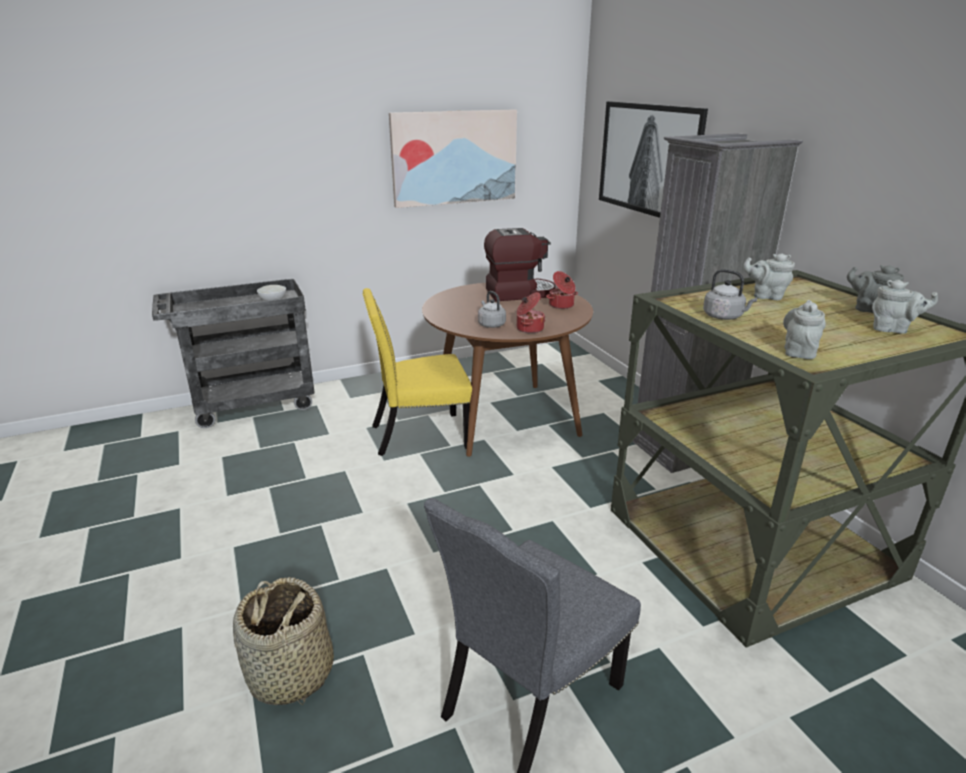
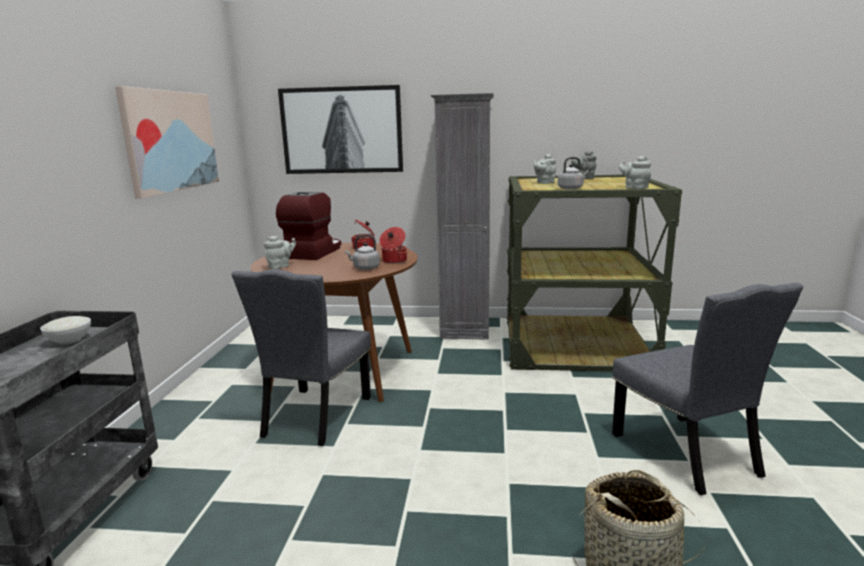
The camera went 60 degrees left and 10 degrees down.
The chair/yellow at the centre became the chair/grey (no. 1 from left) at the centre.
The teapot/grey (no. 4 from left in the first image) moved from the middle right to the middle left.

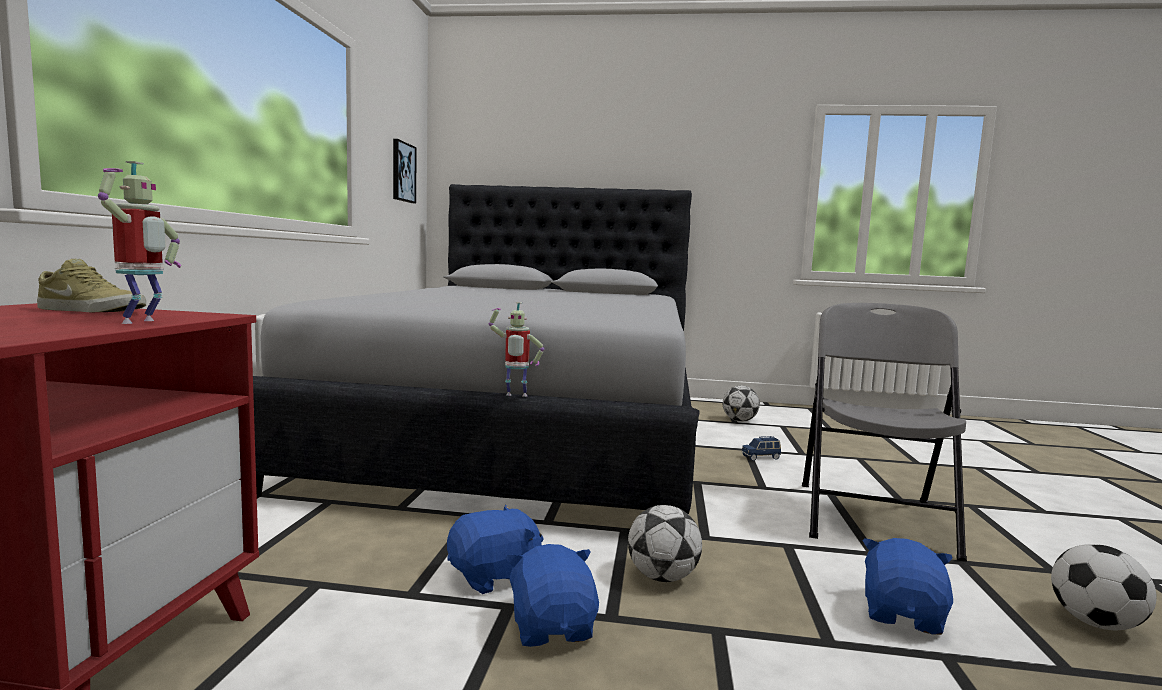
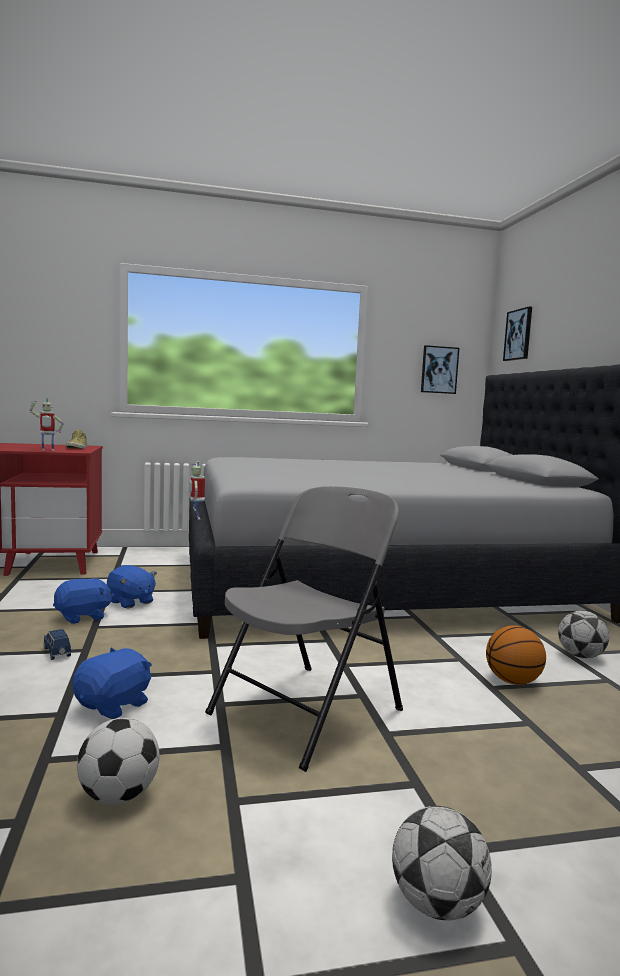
The camera went 70 degrees right and 0 degrees up.
The toy car/blue moved from the centre to the middle left.
The plush toy/blue (no. 3 from left in the first image) at the bottom right turned 60 degrees counterclockwise.
The chair/grey at the middle right turned 45 degrees counterclockwise.
The football (no. 1 from left in the first image) moved from the bottom centre to the bottom right.
The basketball at the bottom right appeared.
The picture (no. 2 from left) at the middle right appeared.

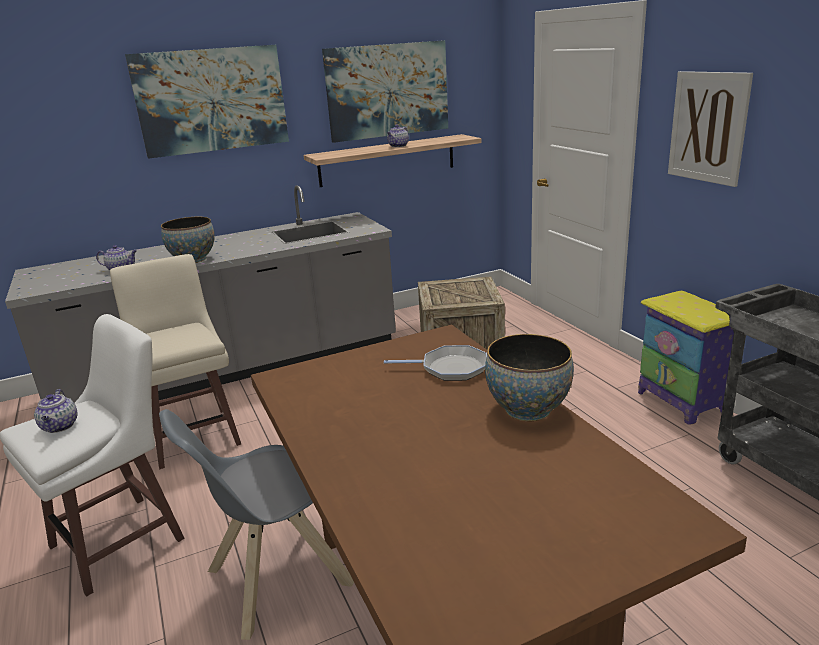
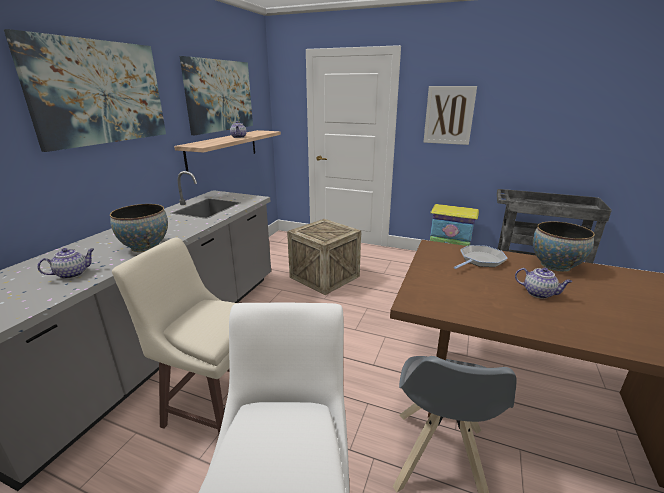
The camera went 45 degrees left and 0 degrees up.
The teapot (no. 1 from left in the first image) moved from the middle left to the middle right.

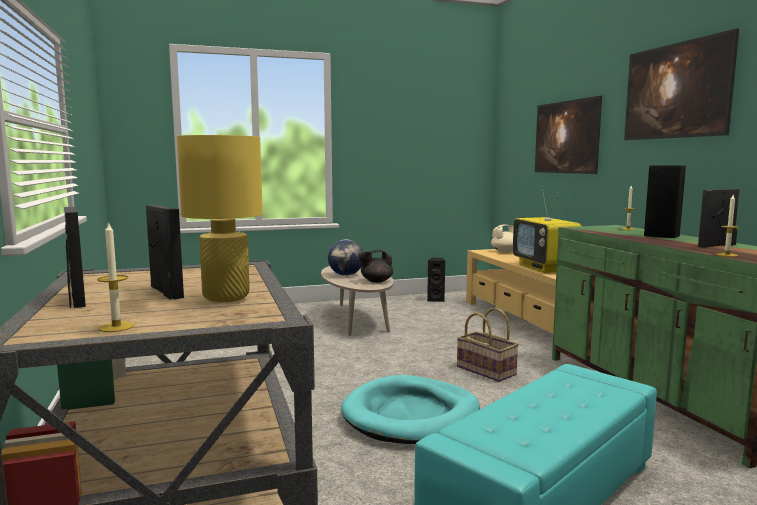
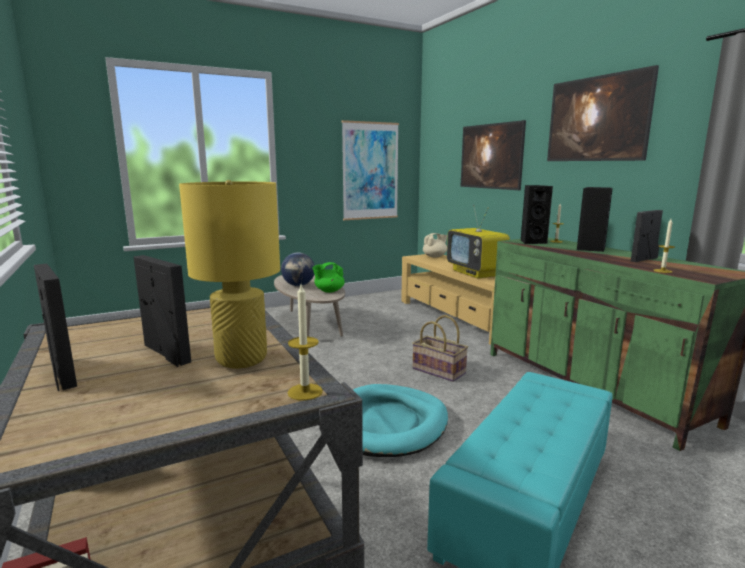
The camera went 10 degrees left and 5 degrees up.
The candle (no. 1 from left) moved from the middle left to the centre.
The teapot/black at the centre became the teapot/green at the centre.
The picture (no. 1 from left) at the top centre appeared.
The speaker/black (no. 1 from left) moved from the centre to the middle right.

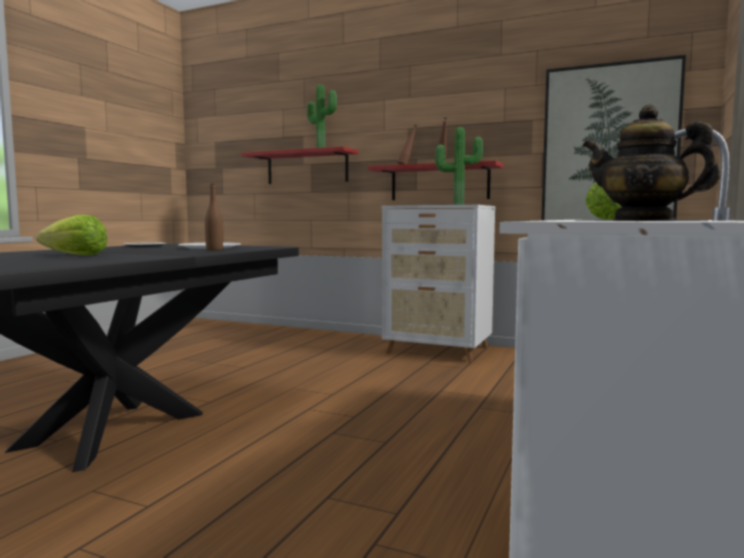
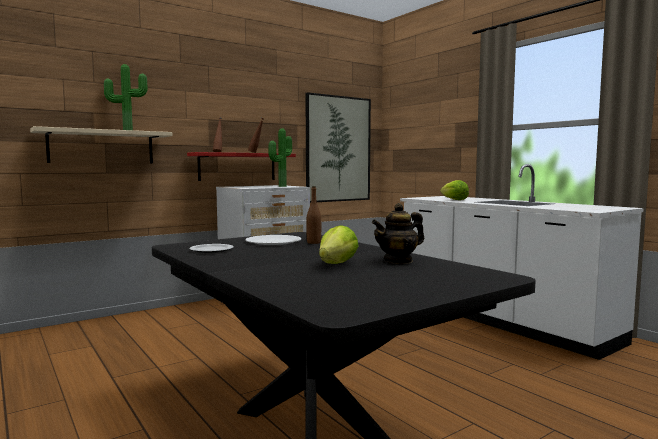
The camera went 60 degrees left and 0 degrees up.
The shelf/red (no. 1 from left) at the top centre became the shelf/beige at the top left.
The teapot moved from the top right to the centre.

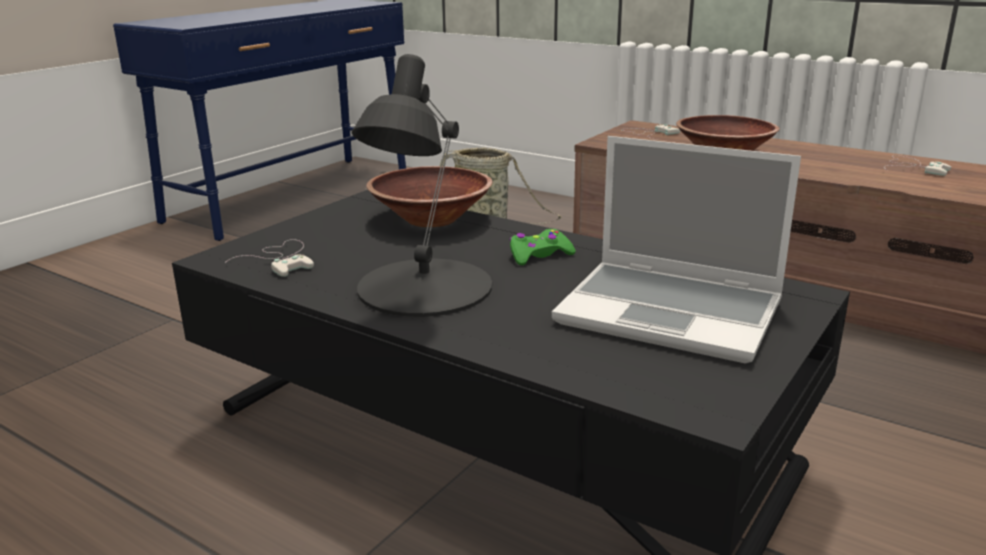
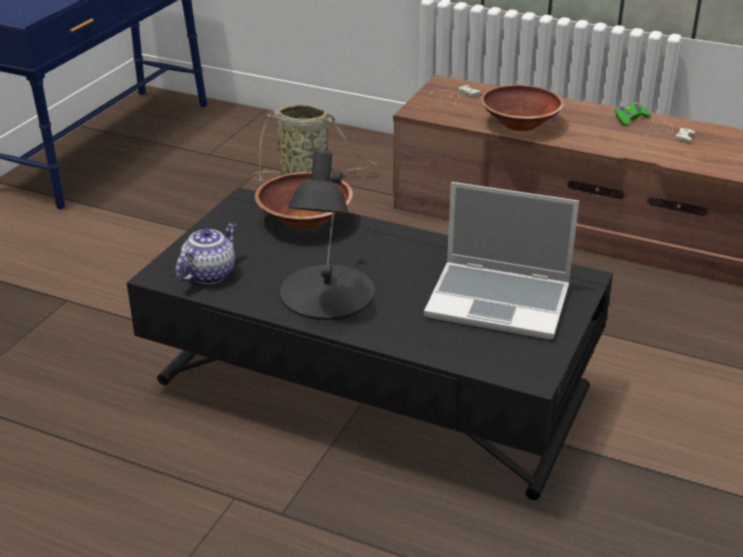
The camera went 10 degrees left and 10 degrees up.
The game controller/white (no. 1 from left) at the middle left was replaced by the teapot at the middle left.
The game controller/green moved from the centre to the top right.

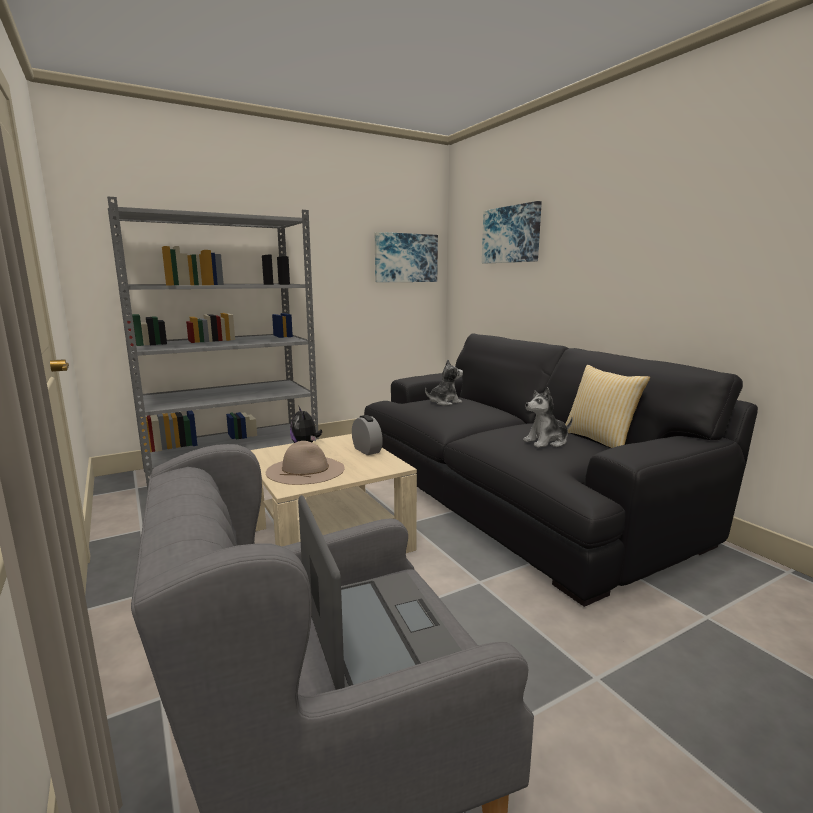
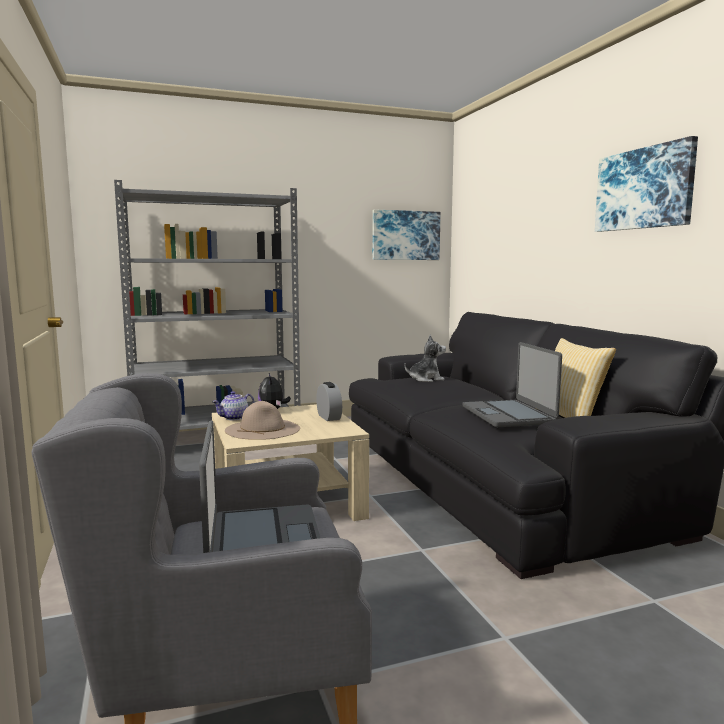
The camera went 10 degrees right and 5 degrees down.
The teapot at the middle left appeared.
The plush toy (no. 3 from left) at the middle right was replaced by the laptop (no. 2 from left) at the middle right.
The picture (no. 2 from left) moved from the top centre to the top right.

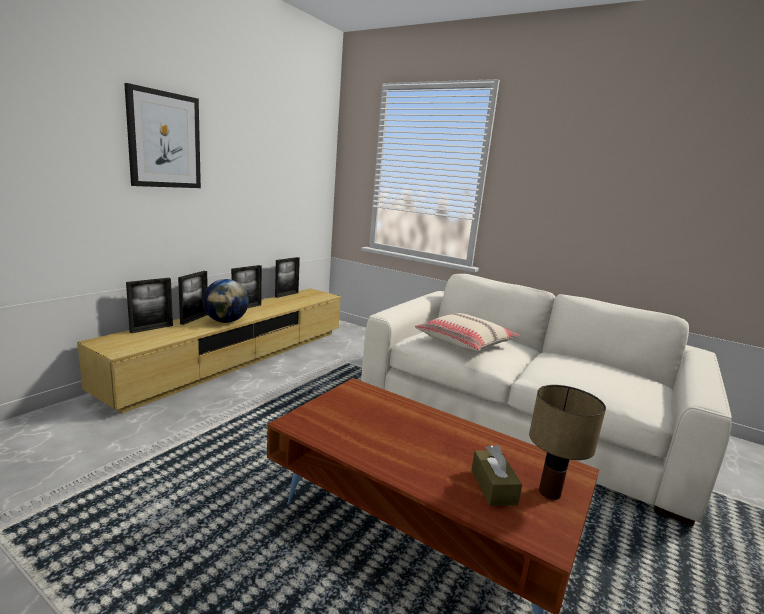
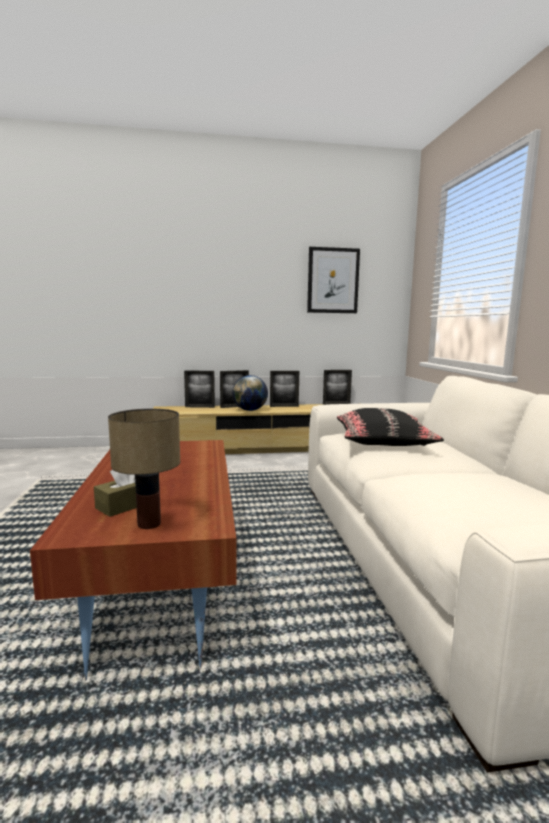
The camera went 50 degrees right and 5 degrees down.
The picture moved from the top left to the centre.
The pillow/beige at the centre became the pillow/black at the middle right.

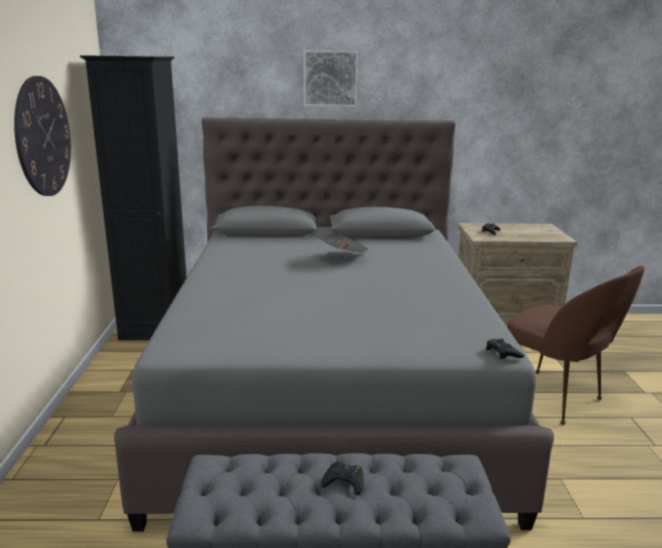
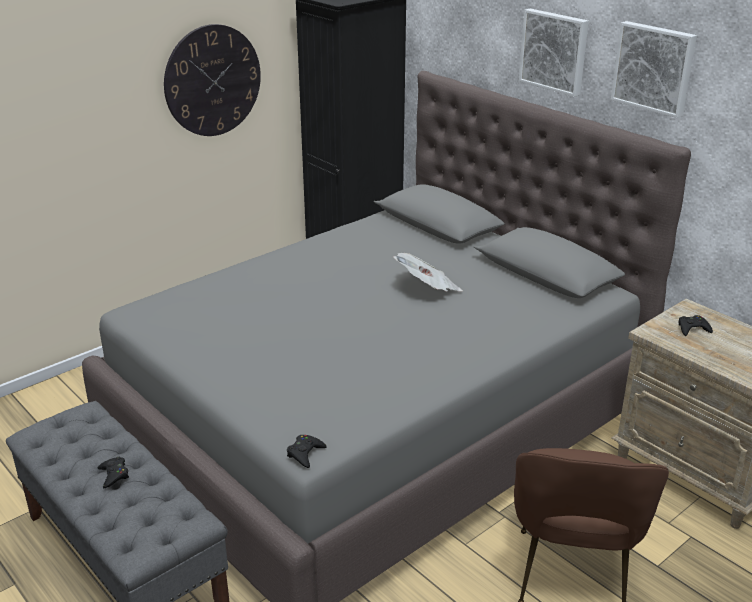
The camera went 50 degrees right and 10 degrees up.
The picture (no. 2 from left) at the top right appeared.

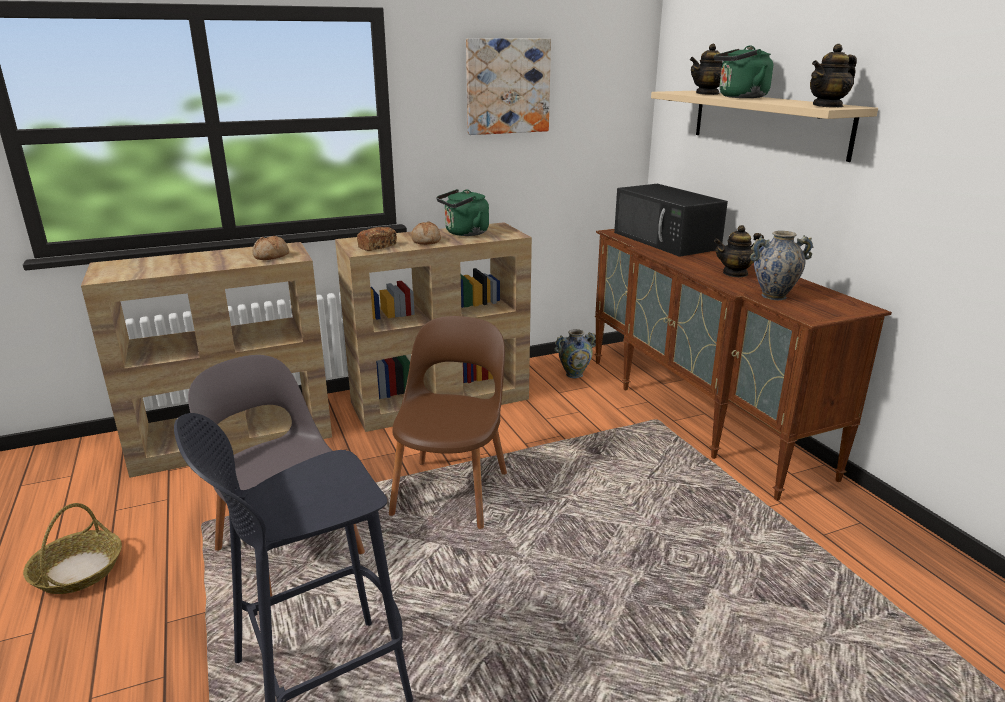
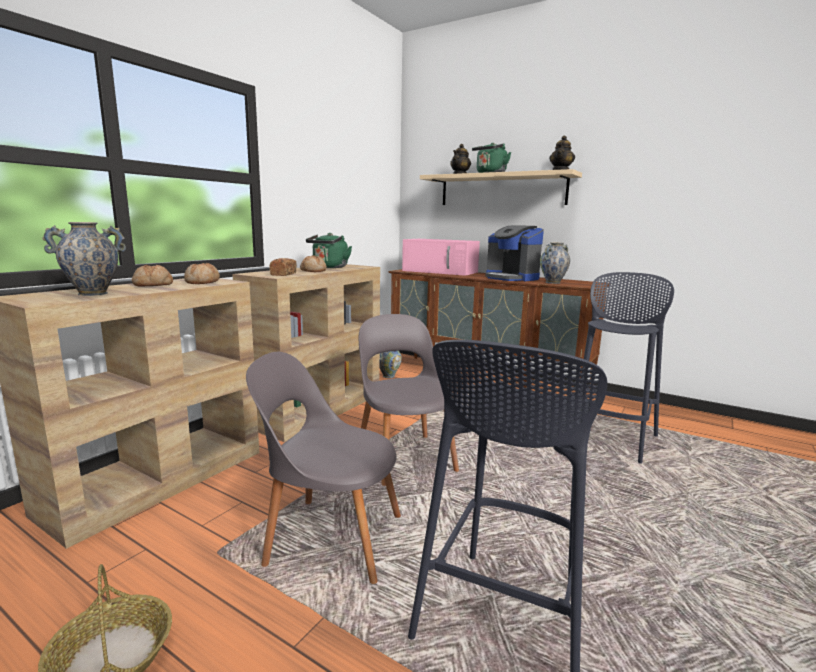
The camera went 35 degrees left and 10 degrees down.
The vase (no. 1 from left) at the middle left appeared.
The bread (no. 1 from left) at the middle left appeared.
The chair/brown at the centre became the chair/grey (no. 2 from left) at the centre.
The microwave/black at the top right became the microwave/pink at the centre.
The teapot (no. 2 from left) at the middle right was replaced by the coffee machine at the centre.
The stool/grey (no. 2 from left) at the middle right appeared.
The picture at the top centre disappeared.

